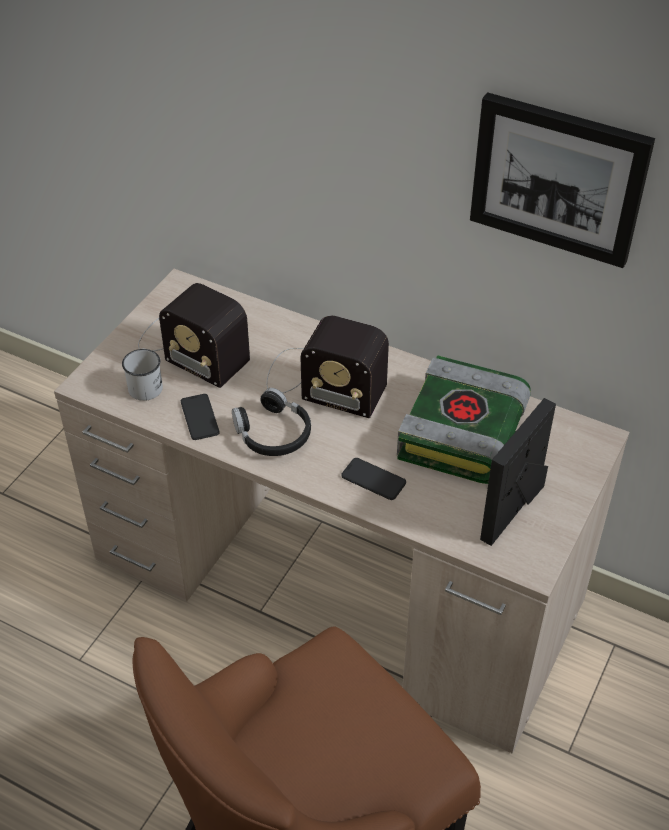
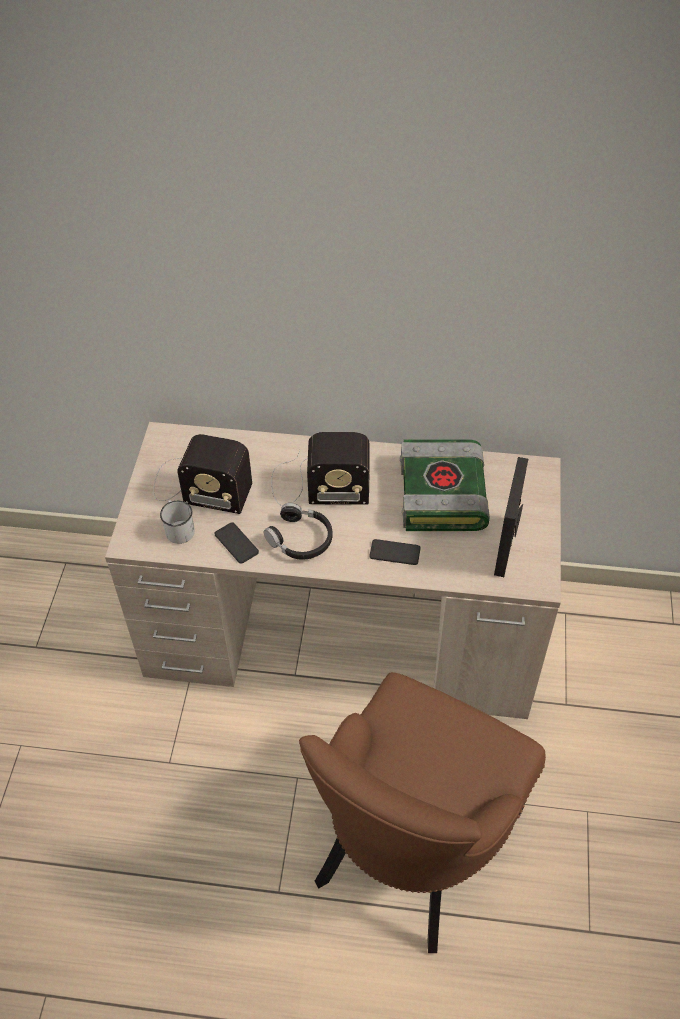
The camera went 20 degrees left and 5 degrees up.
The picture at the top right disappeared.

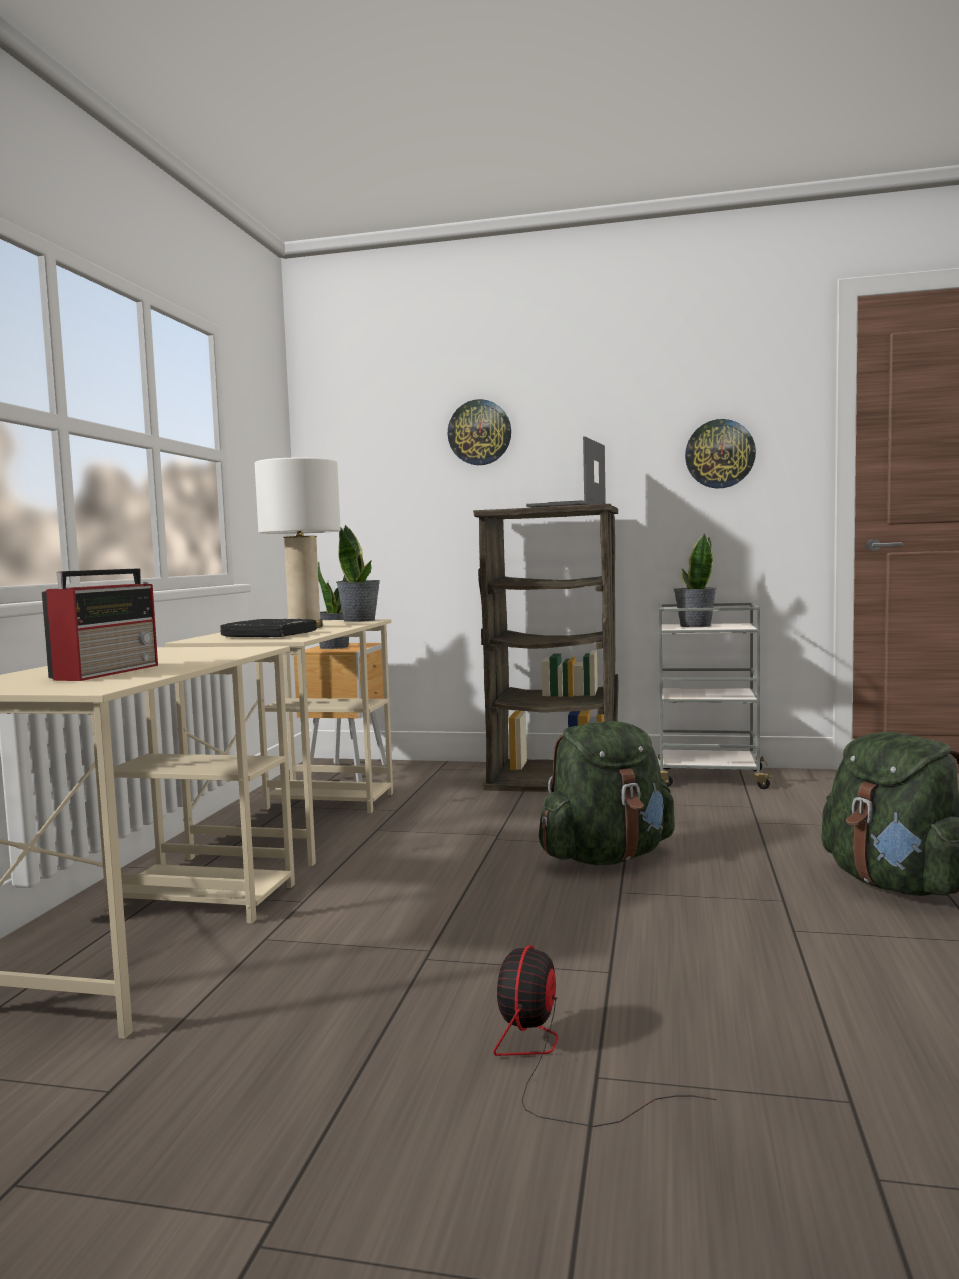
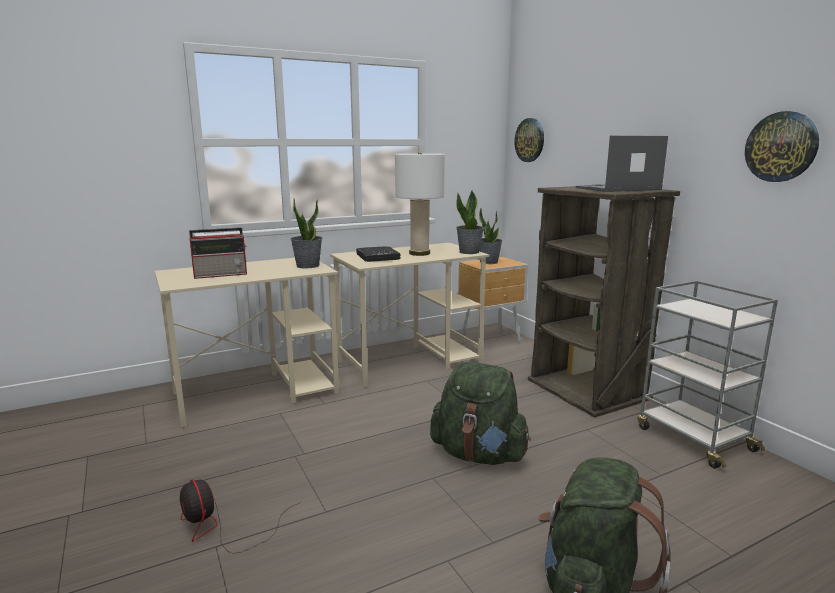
The camera went 50 degrees right and 10 degrees up.
The fan at the bottom centre turned 105 degrees counterclockwise.
The potted plant (no. 3 from left in the first image) moved from the middle right to the centre.
The wall clock (no. 1 from left) moved from the centre to the top centre.

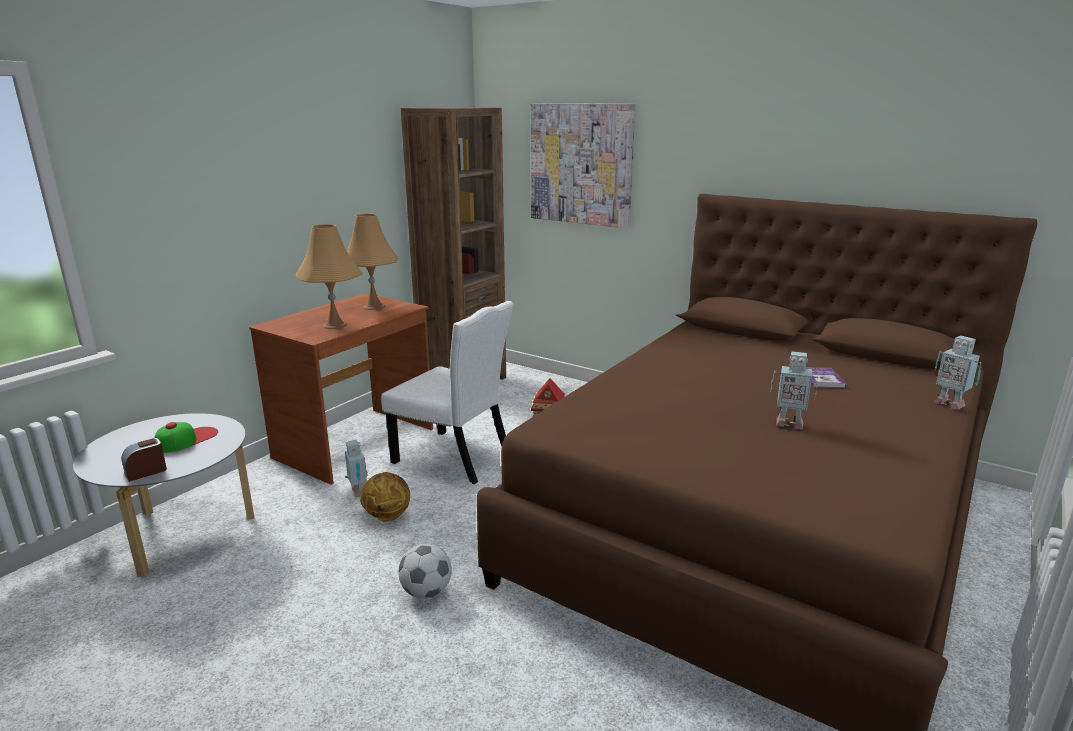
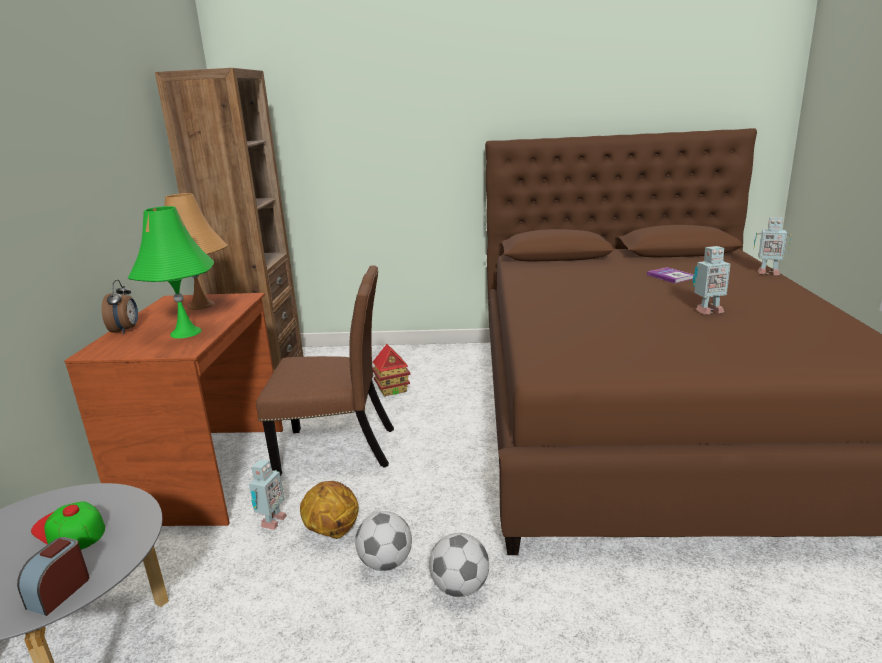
The camera went 30 degrees left and 0 degrees up.
The cap at the middle left turned 60 degrees counterclockwise.
The alarm clock (no. 2 from left) at the middle left appeared.
The table lamp/orange (no. 1 from left) at the middle left became the table lamp/green at the middle left.
The toy robot (no. 1 from left) at the middle left turned 75 degrees clockwise.
The chair/white at the centre became the chair/brown at the centre.
The football (no. 1 from left) at the bottom centre appeared.
The picture at the top centre disappeared.

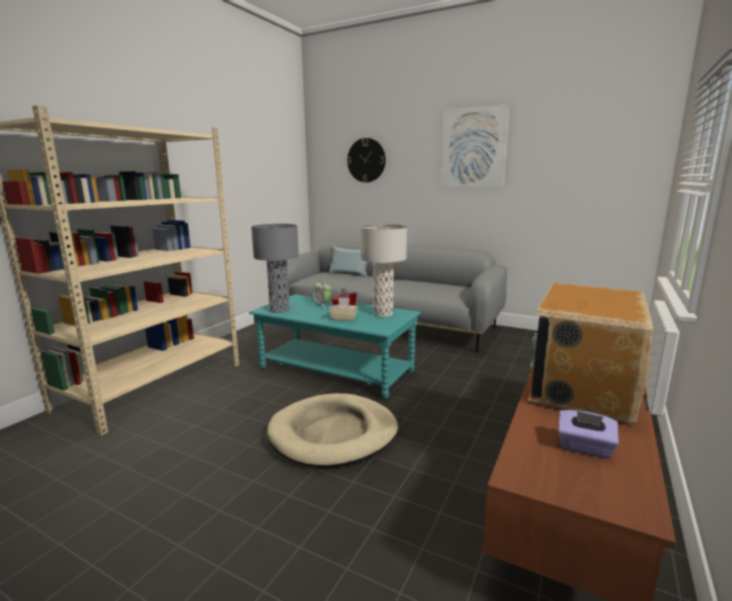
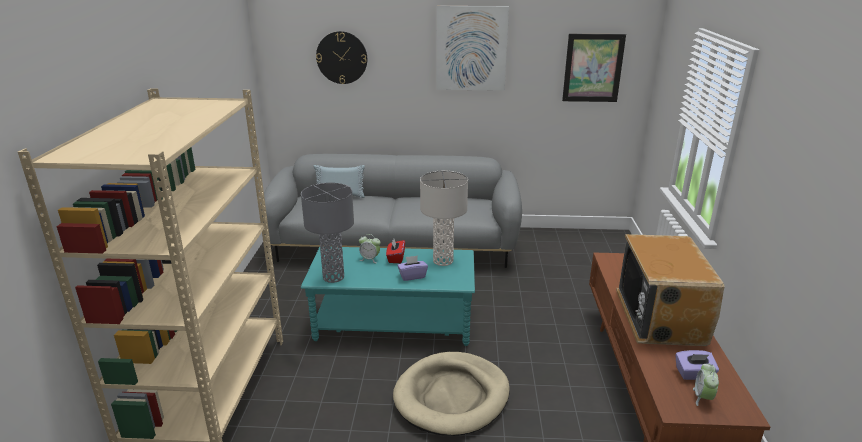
The camera went 25 degrees left and 10 degrees up.
The tissue box/beige at the centre became the tissue box/purple (no. 1 from left) at the centre.
The picture (no. 2 from left) at the top right appeared.
The alarm clock (no. 2 from left) at the bottom right appeared.

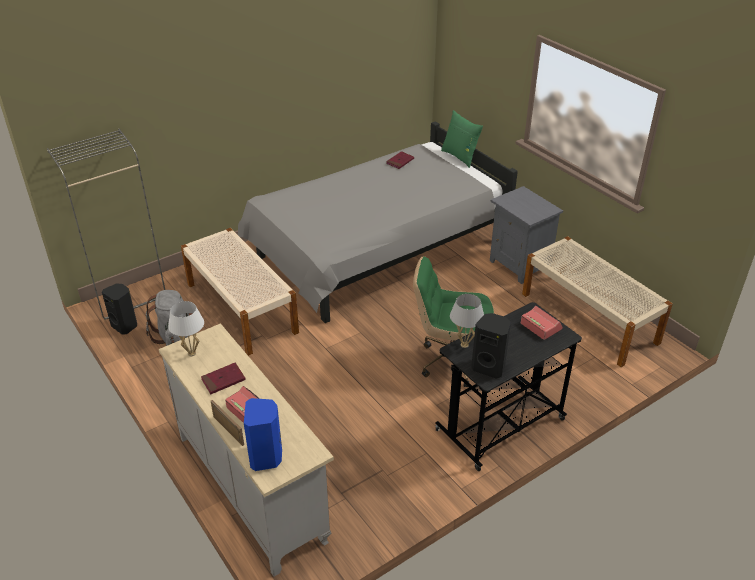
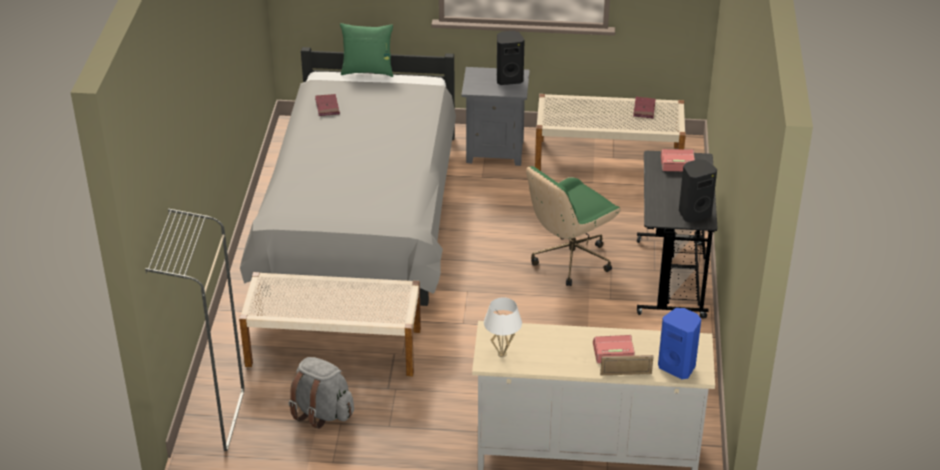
The camera went 50 degrees left and 0 degrees up.
The speaker/black (no. 1 from left) moved from the middle left to the top centre.
The book/red (no. 1 from left in the first image) moved from the middle left to the top right.
The table lamp/white (no. 2 from left) at the centre disappeared.

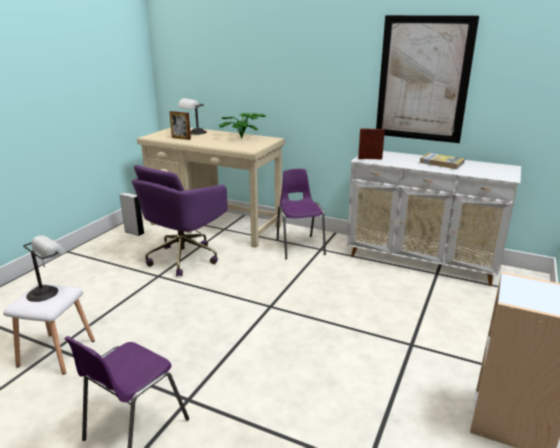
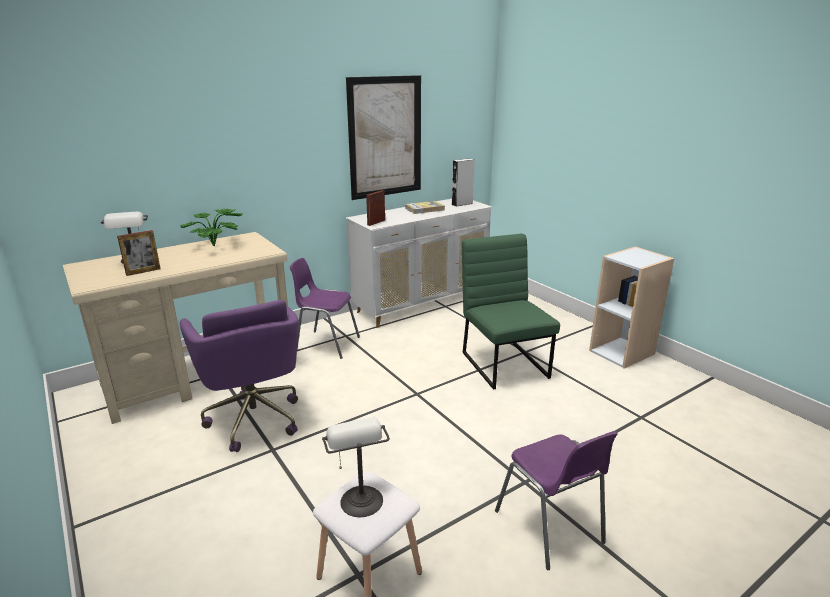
The camera went 60 degrees left and 0 degrees up.
The speaker/grey moved from the middle left to the top centre.
The chair/green at the centre appeared.

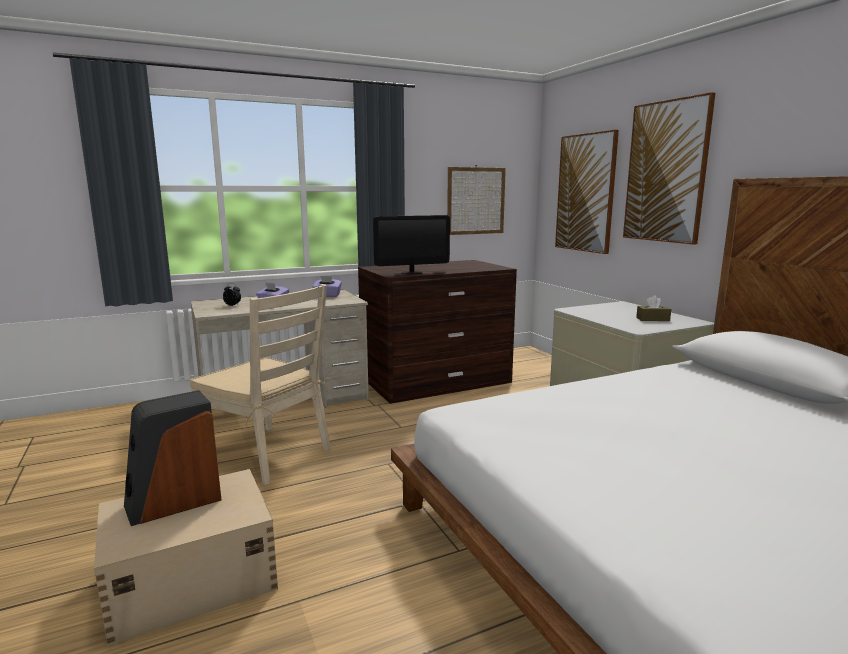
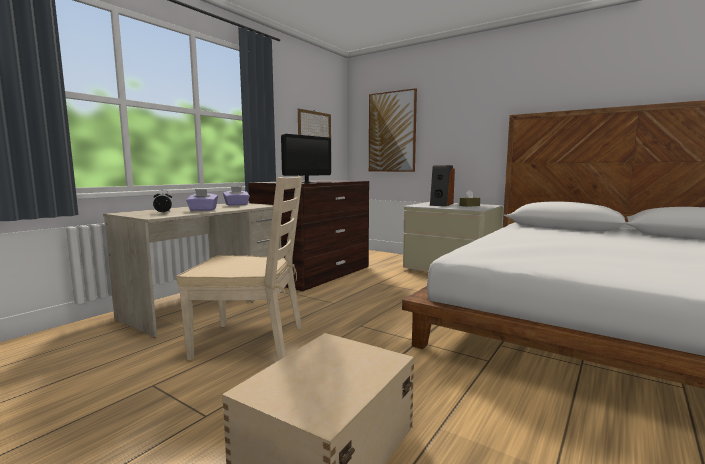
The camera went 30 degrees left and 5 degrees down.
The speaker moved from the bottom left to the centre.
The picture (no. 3 from left) at the top right disappeared.

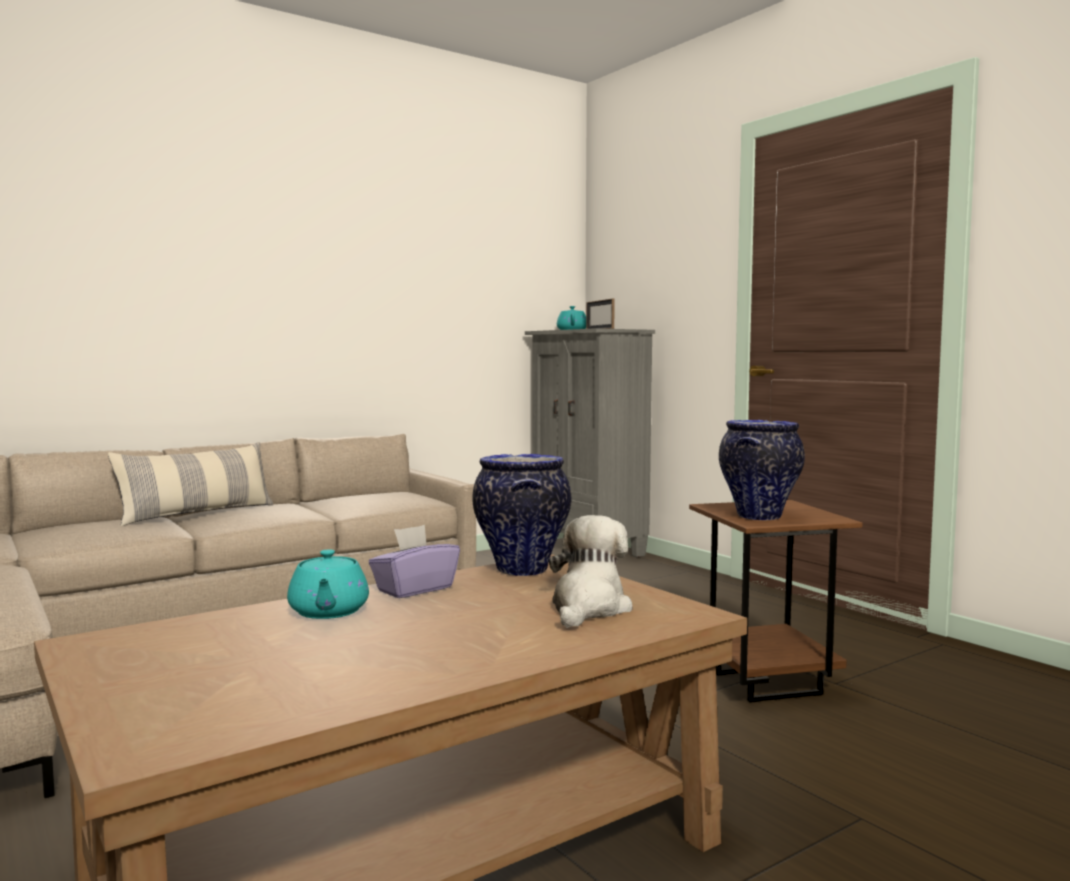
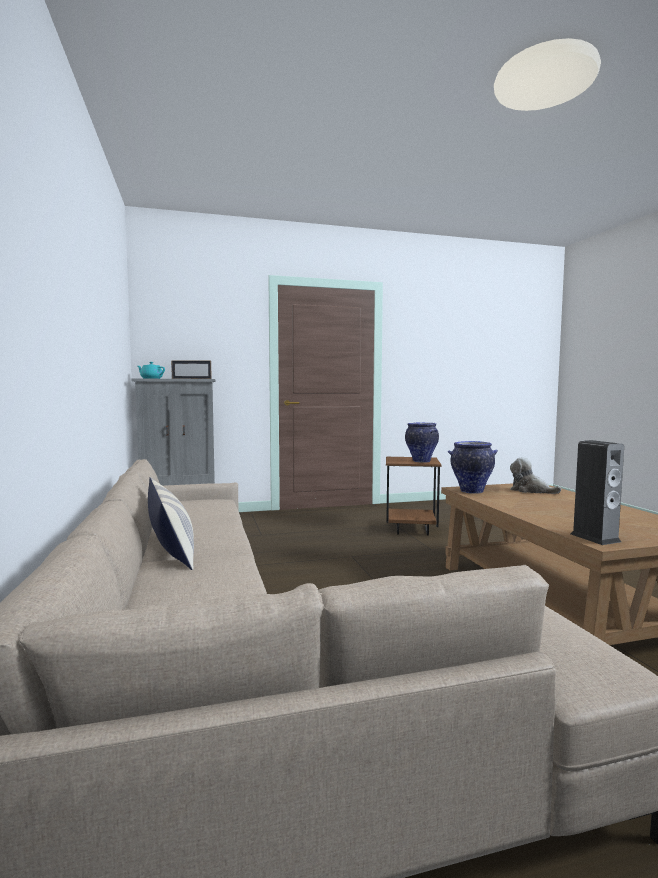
The camera went 70 degrees left and 0 degrees up.
The speaker at the middle right appeared.
The teapot/turquoise (no. 1 from left) at the middle left disappeared.
The tissue box/purple at the centre disappeared.

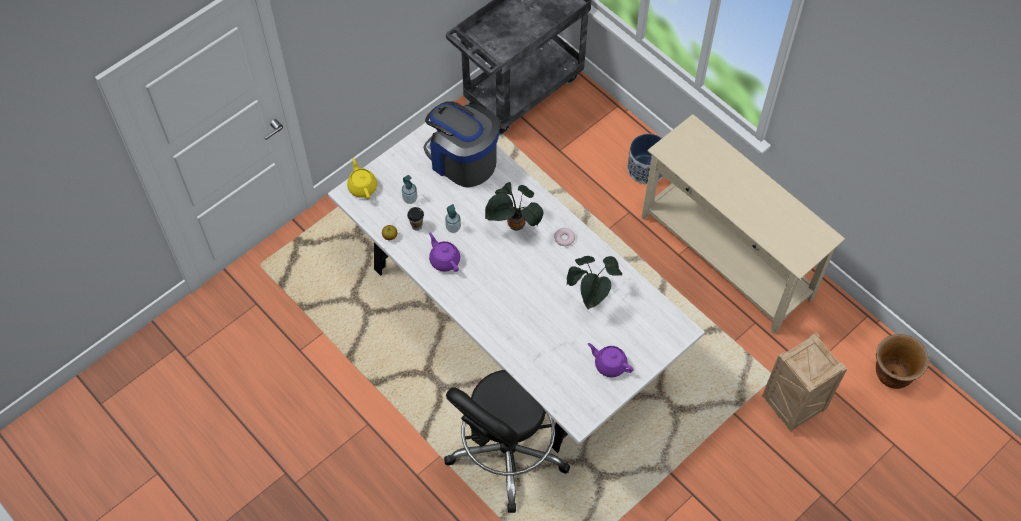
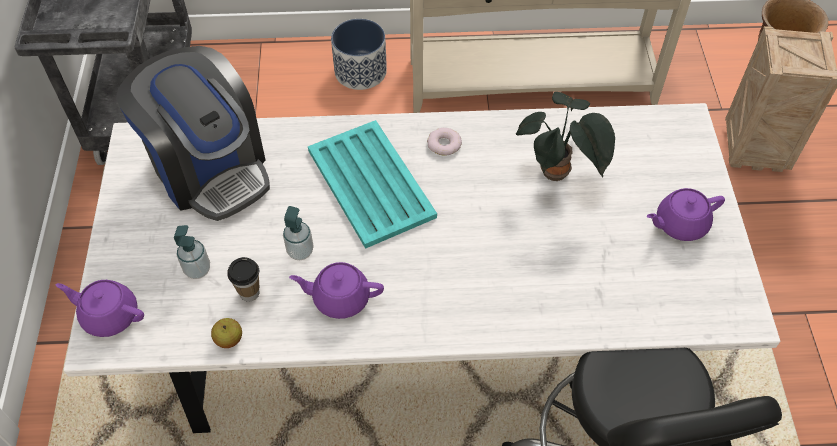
The camera went 50 degrees left and 5 degrees down.
The teapot/yellow at the centre became the teapot/purple (no. 1 from left) at the bottom left.
The coffee machine at the top centre turned 120 degrees counterclockwise.
The potted plant (no. 1 from left) at the centre was replaced by the tray/turquoise at the centre.

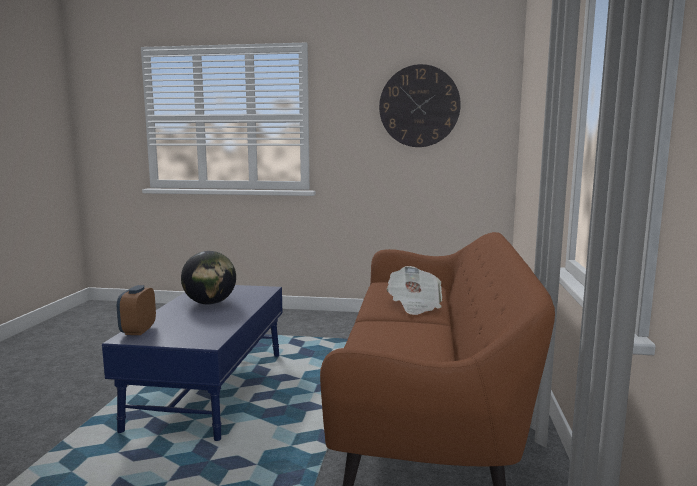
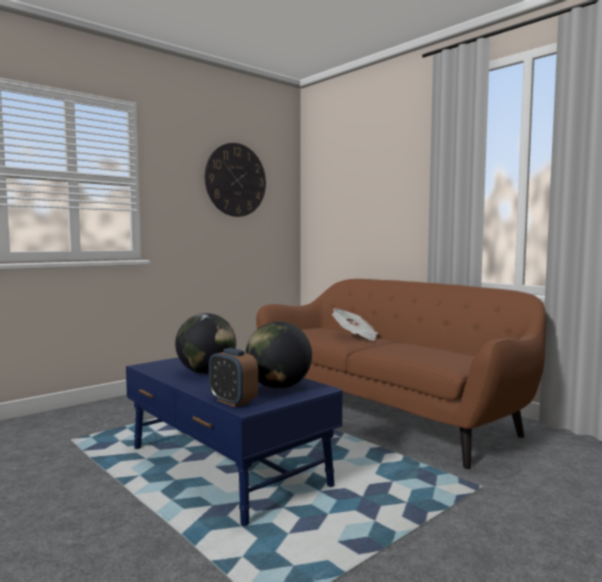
The camera went 50 degrees left and 5 degrees down.
The globe (no. 2 from left) at the centre appeared.

